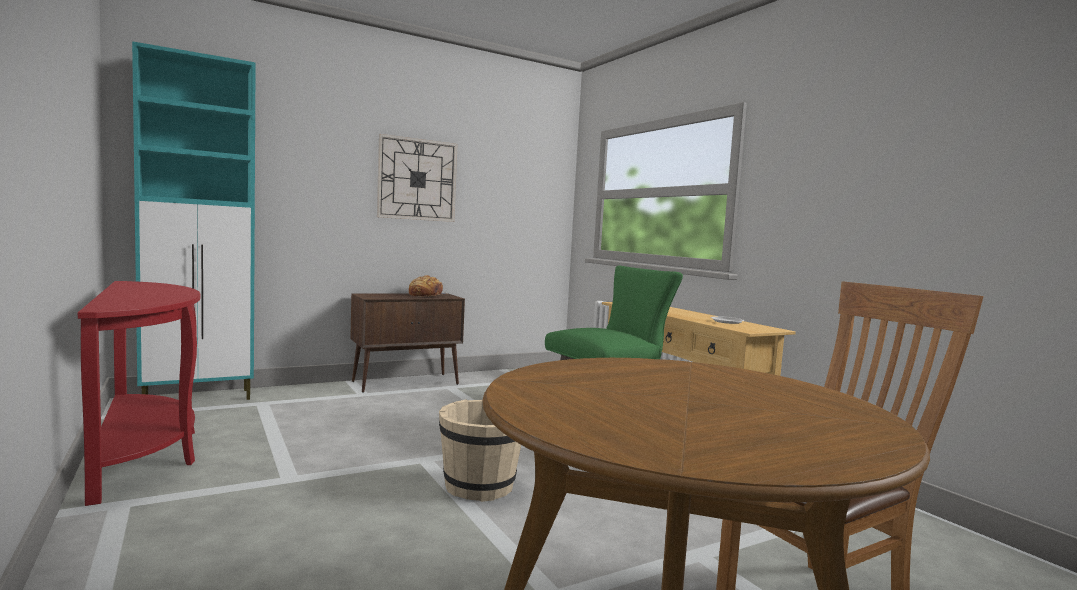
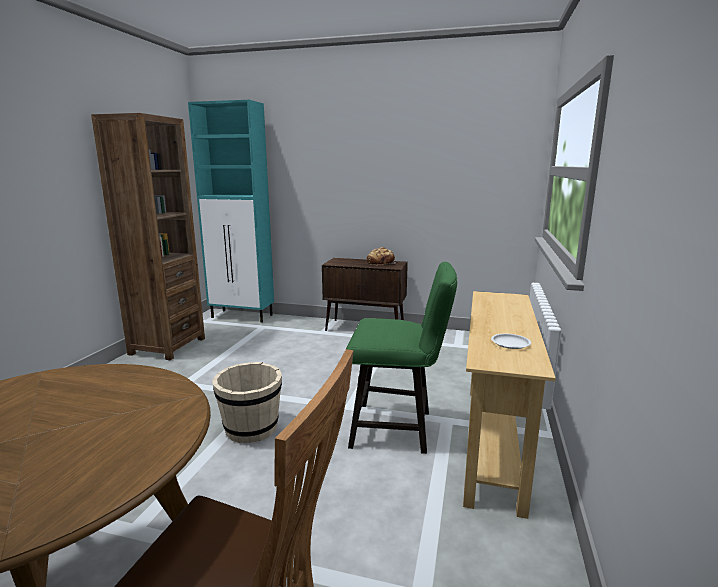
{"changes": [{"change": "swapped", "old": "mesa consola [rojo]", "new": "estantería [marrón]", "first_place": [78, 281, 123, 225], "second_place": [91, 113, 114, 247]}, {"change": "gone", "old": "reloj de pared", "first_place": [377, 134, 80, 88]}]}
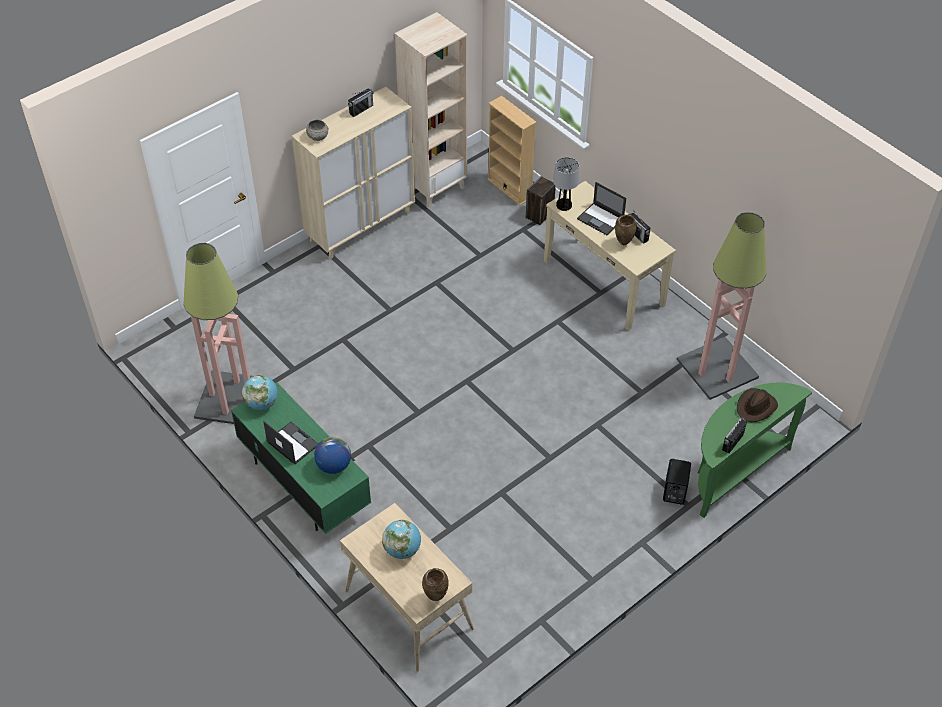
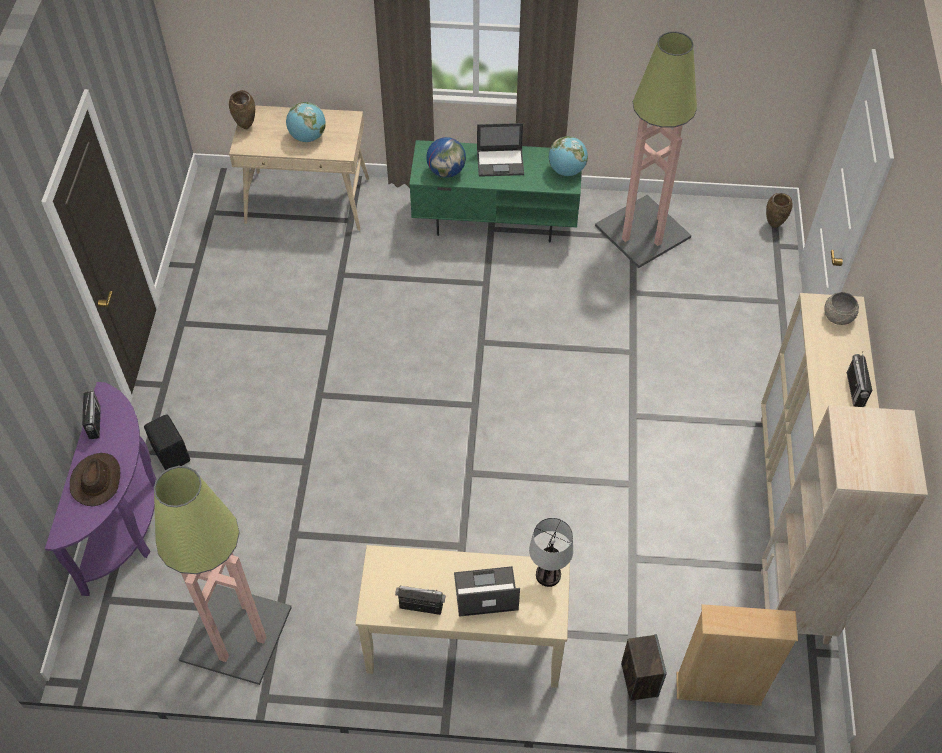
{"changes": [{"change": "shifted", "old": "florero [marrón]", "first_place": [615, 215, 22, 30], "second_place": [766, 193, 26, 35]}, {"change": "repainted", "old": "mesa consola [verde]", "new": "mesa consola [morado]", "first_place": [698, 382, 114, 136], "second_place": [45, 382, 111, 214]}]}
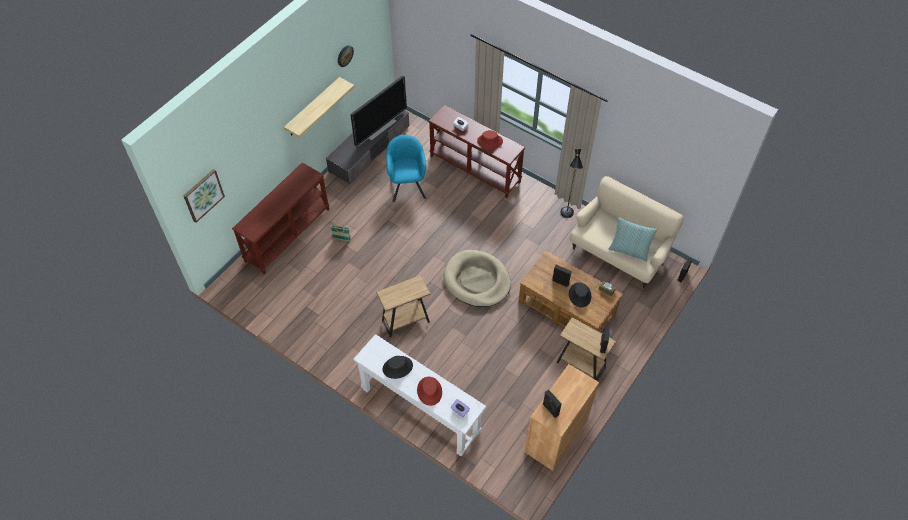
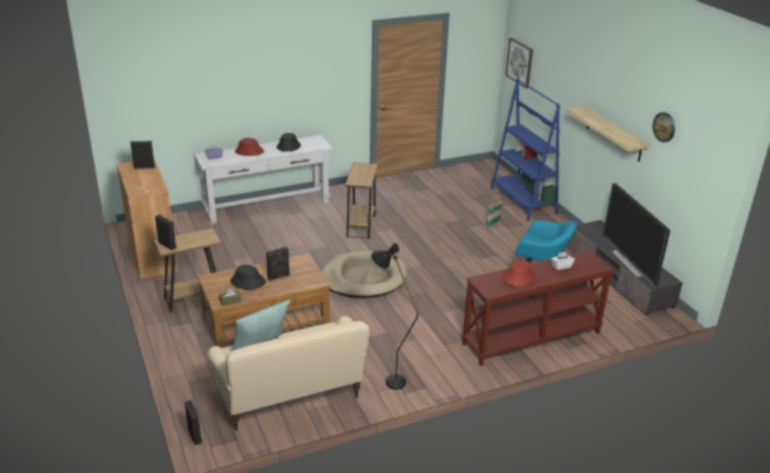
{"changes": [{"change": "swapped", "old": "mesa consola [marrón]", "new": "estantería [azul]", "first_place": [232, 162, 97, 112], "second_place": [490, 78, 70, 143]}]}
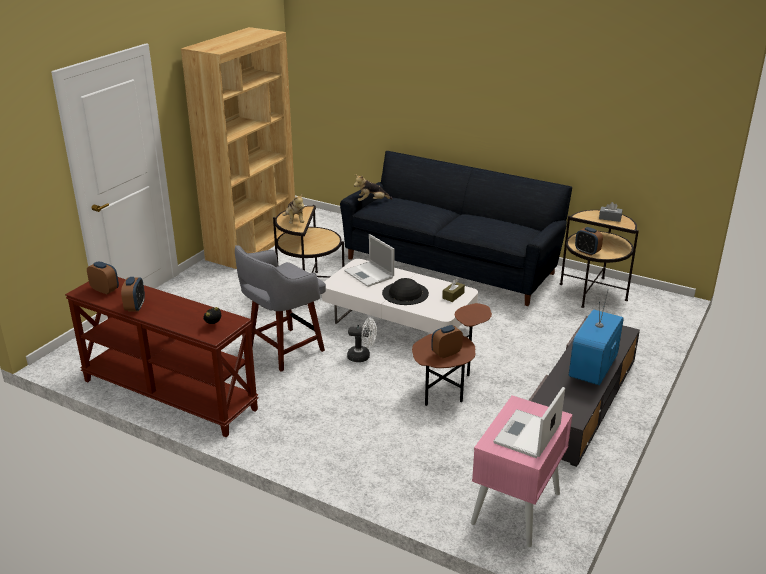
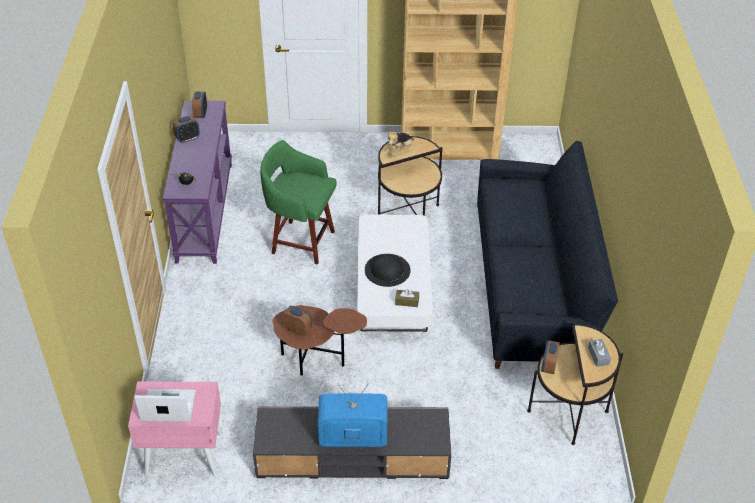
{"changes": [{"change": "repainted", "old": "mesa consola [marrón]", "new": "mesa consola [morado]", "first_place": [65, 277, 194, 160], "second_place": [162, 100, 70, 164]}, {"change": "repainted", "old": "taburete [gris]", "new": "taburete [verde]", "first_place": [235, 245, 91, 127], "second_place": [260, 140, 76, 125]}, {"change": "gone", "old": "portátil", "first_place": [344, 234, 50, 53]}, {"change": "gone", "old": "ventilador [blanco]", "first_place": [347, 318, 30, 44]}, {"change": "gone", "old": "peluche", "first_place": [354, 174, 39, 27]}]}
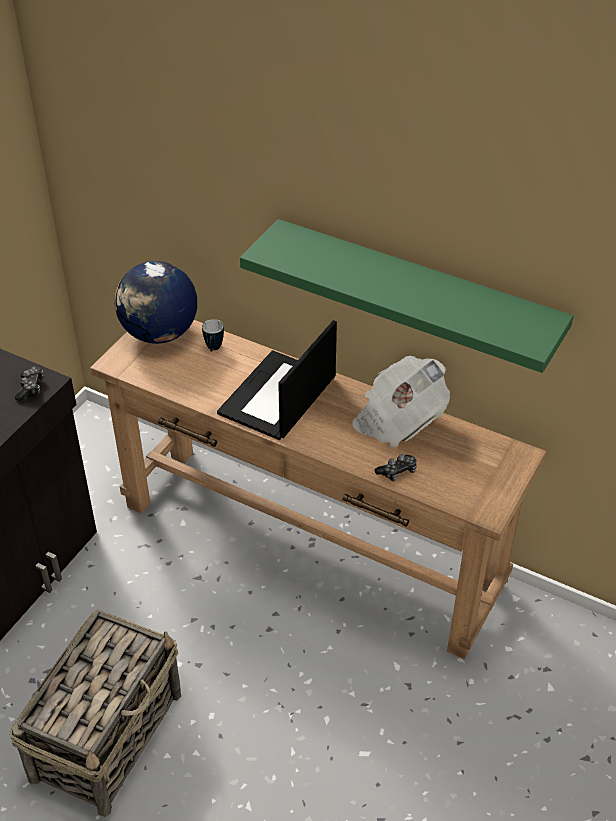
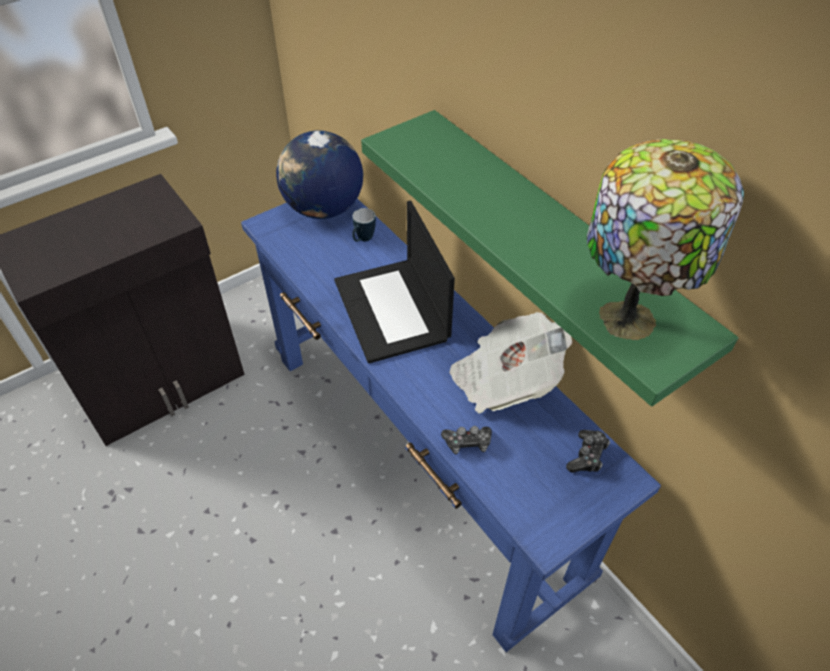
{"changes": [{"change": "gone", "old": "cesta", "first_place": [10, 609, 171, 208]}, {"change": "shifted", "old": "mando de consola", "first_place": [15, 366, 29, 35], "second_place": [566, 430, 44, 43]}, {"change": "repainted", "old": "mesa consola [marrón]", "new": "mesa consola [azul]", "first_place": [90, 320, 457, 339], "second_place": [241, 198, 420, 454]}, {"change": "rotated", "old": "portátil", "first_place": [217, 320, 120, 120], "second_place": [334, 201, 121, 163], "degrees": -75}, {"change": "new", "new": "lámpara de mesa", "second_place": [587, 139, 157, 201]}]}
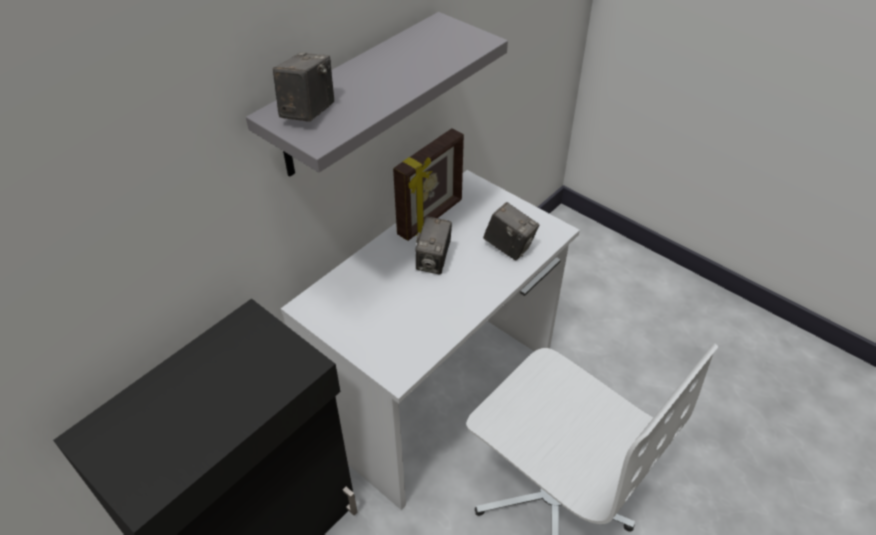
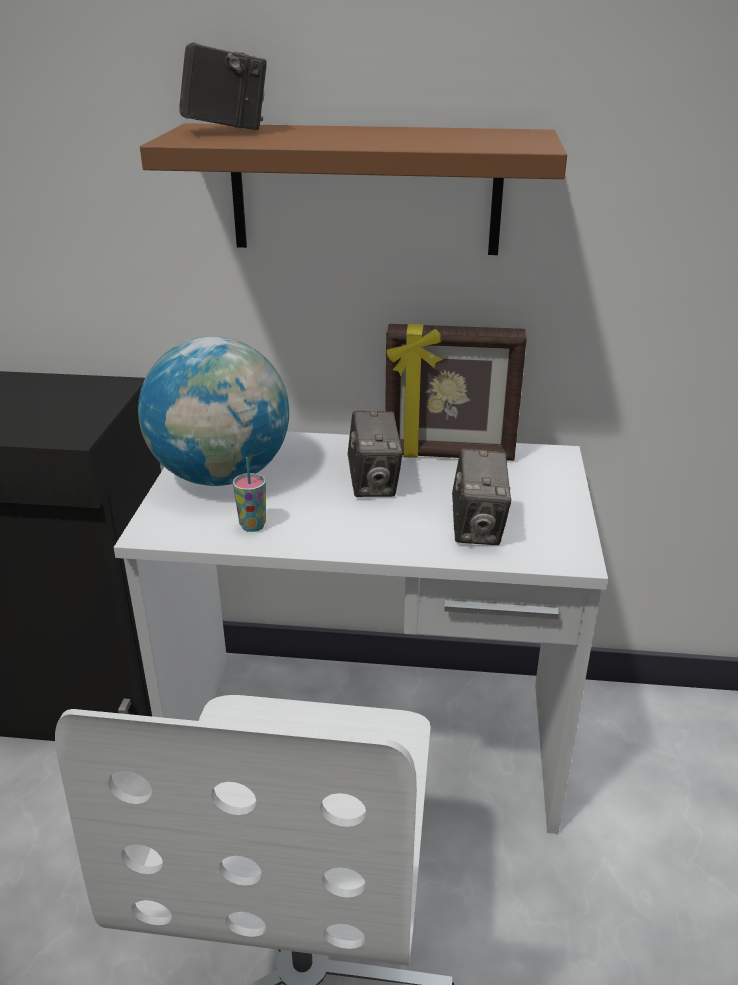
{"changes": [{"change": "repainted", "old": "estante [gris]", "new": "estante [marrón]", "first_place": [246, 12, 262, 165], "second_place": [140, 123, 427, 132]}, {"change": "rotated", "old": "cámara", "first_place": [415, 216, 37, 59], "second_place": [348, 411, 55, 86], "degrees": -75}, {"change": "new", "new": "globo terráqueo", "second_place": [138, 336, 151, 150]}, {"change": "new", "new": "taza", "second_place": [233, 457, 33, 75]}]}
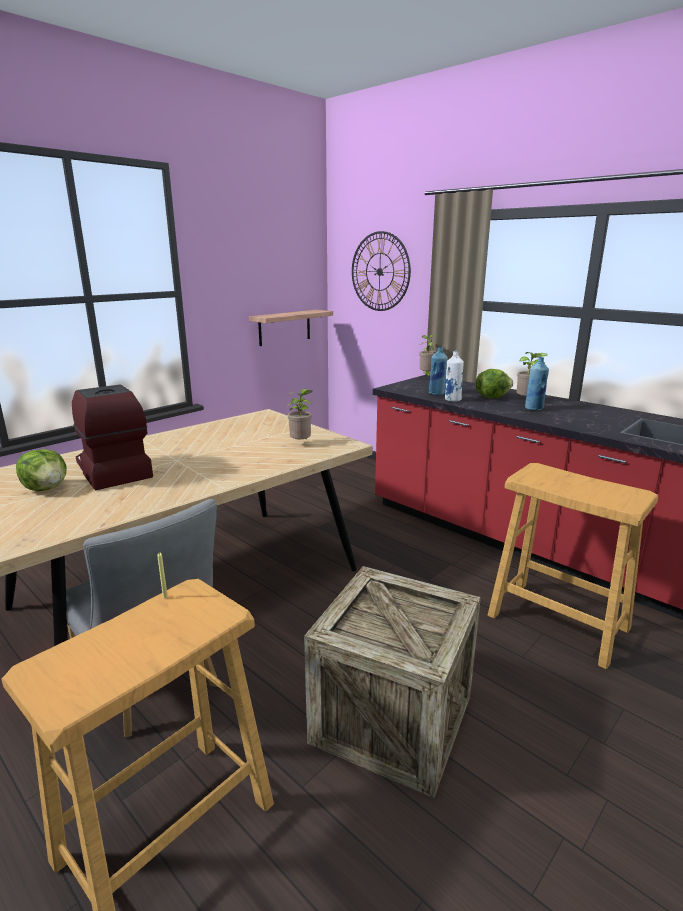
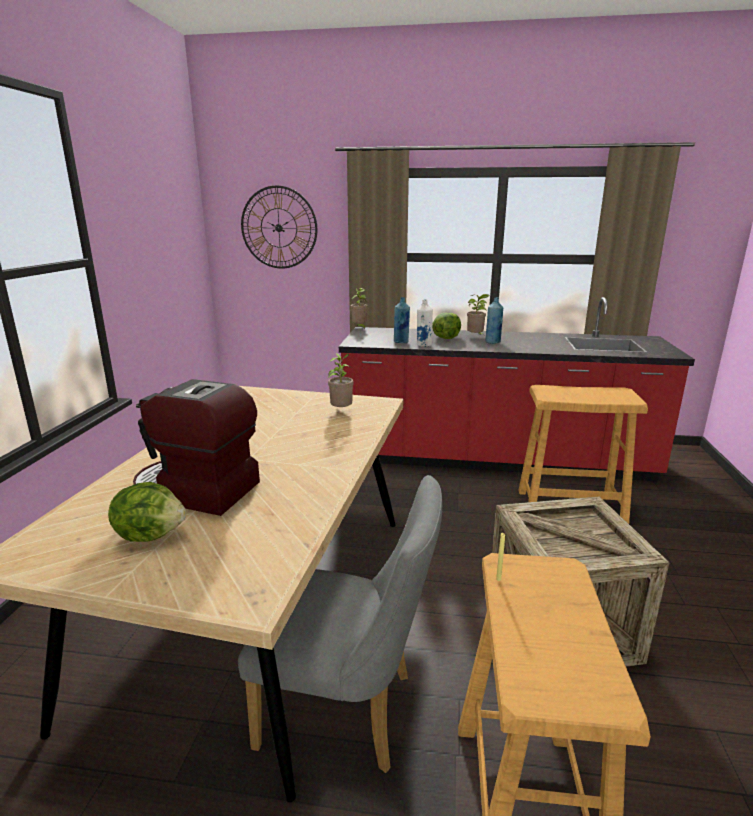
{"changes": [{"change": "gone", "old": "estante", "first_place": [249, 310, 84, 36]}]}
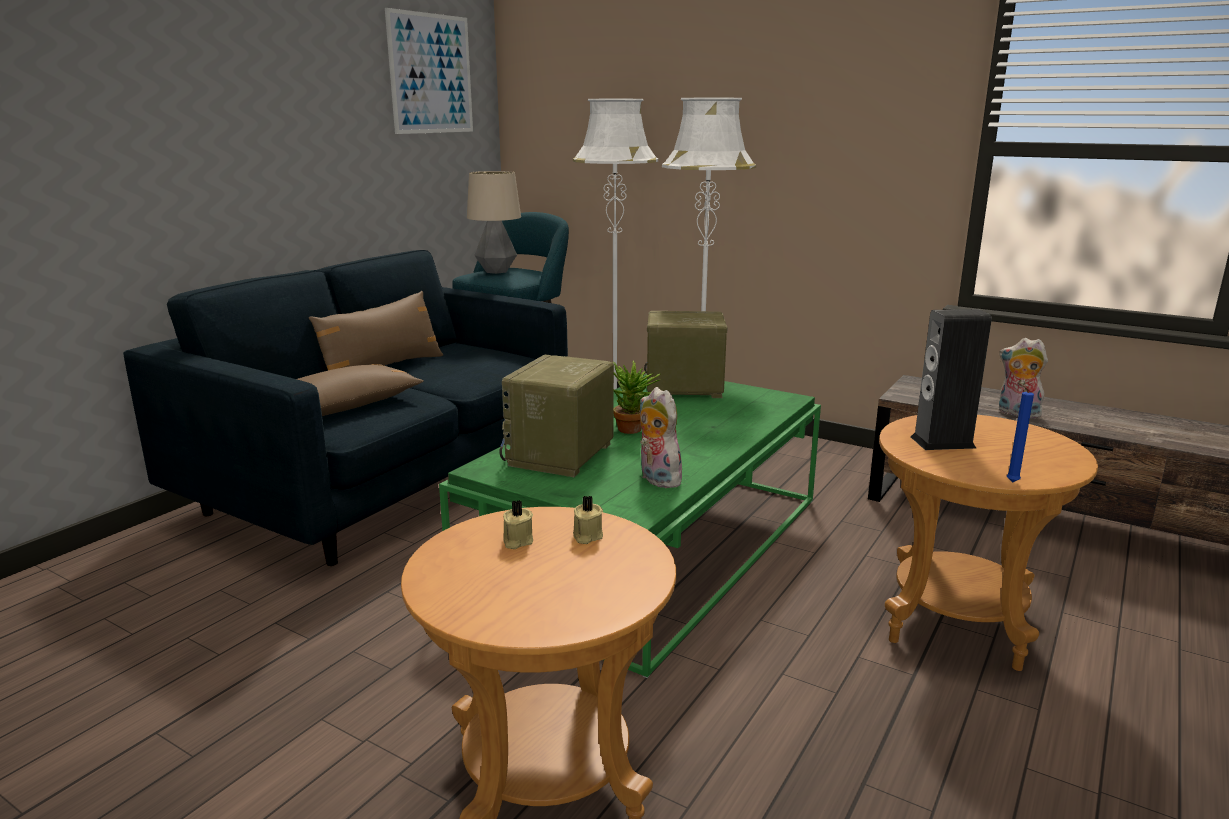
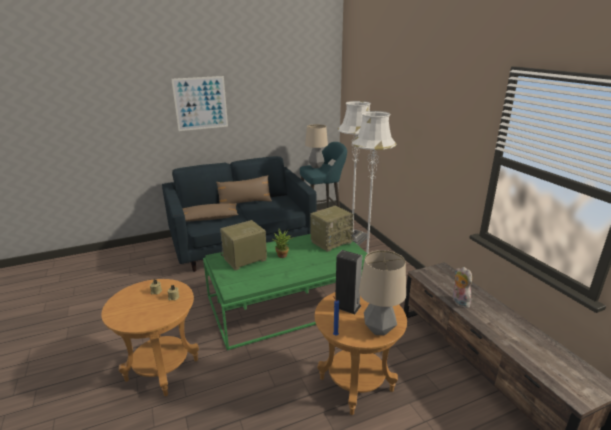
{"changes": [{"change": "shifted", "old": "cuadro", "first_place": [385, 8, 88, 126], "second_place": [171, 76, 57, 55]}, {"change": "gone", "old": "peluche", "first_place": [639, 387, 43, 101]}, {"change": "rotated", "old": "radio", "first_place": [644, 311, 83, 87], "second_place": [310, 206, 44, 46], "degrees": 105}, {"change": "new", "new": "lámpara de mesa", "second_place": [359, 250, 47, 85]}]}
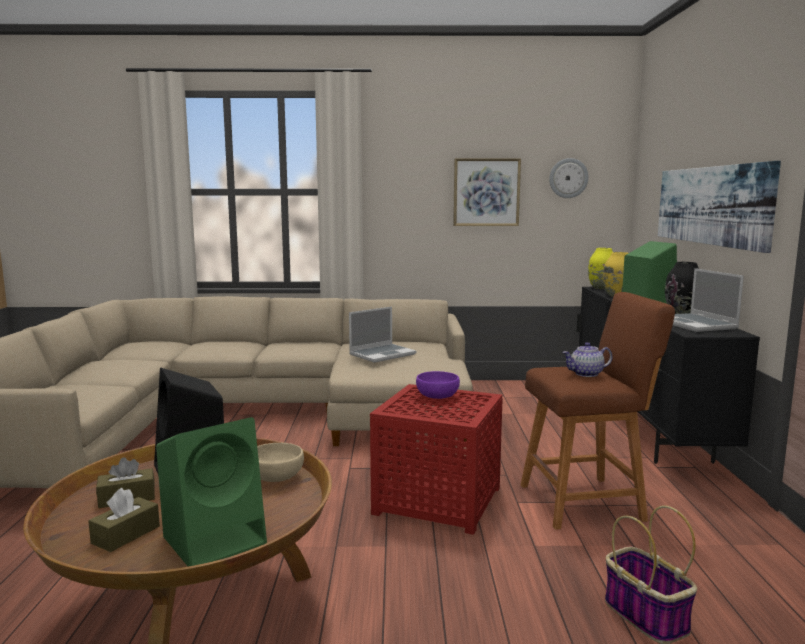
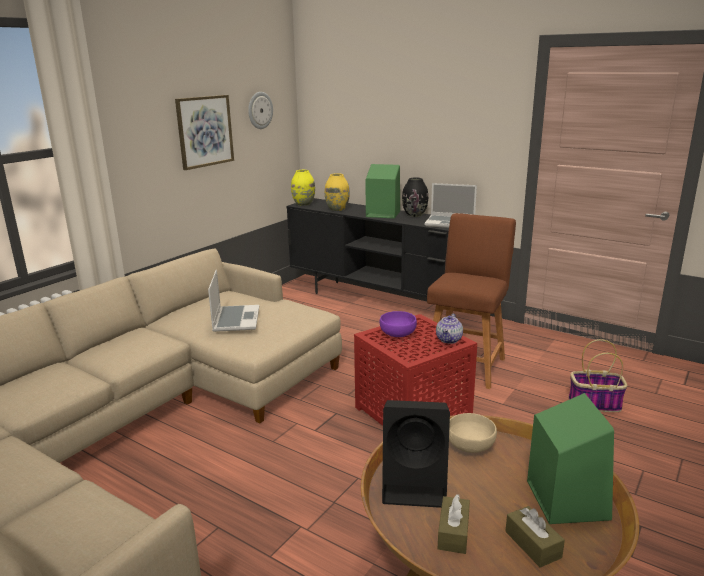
{"changes": [{"change": "shifted", "old": "tetera", "first_place": [562, 342, 51, 35], "second_place": [436, 314, 27, 30]}, {"change": "gone", "old": "cuadro", "first_place": [658, 161, 123, 92]}]}
